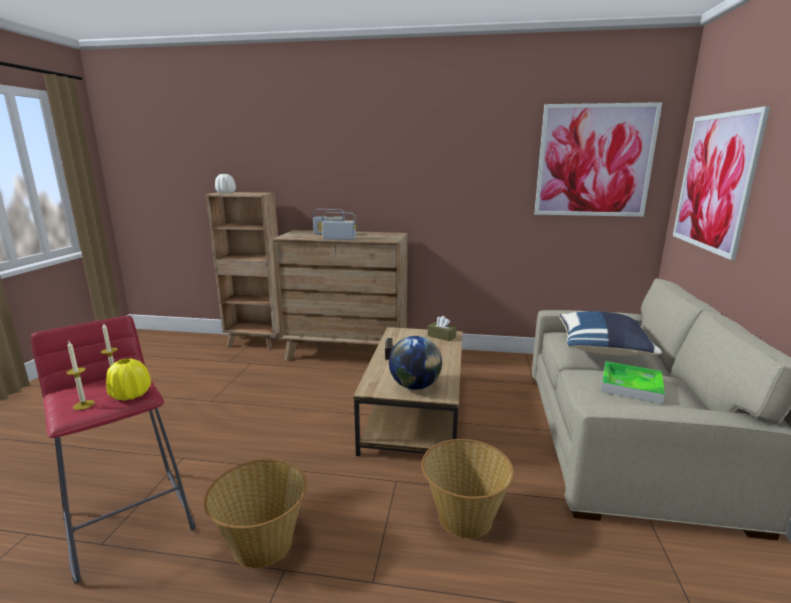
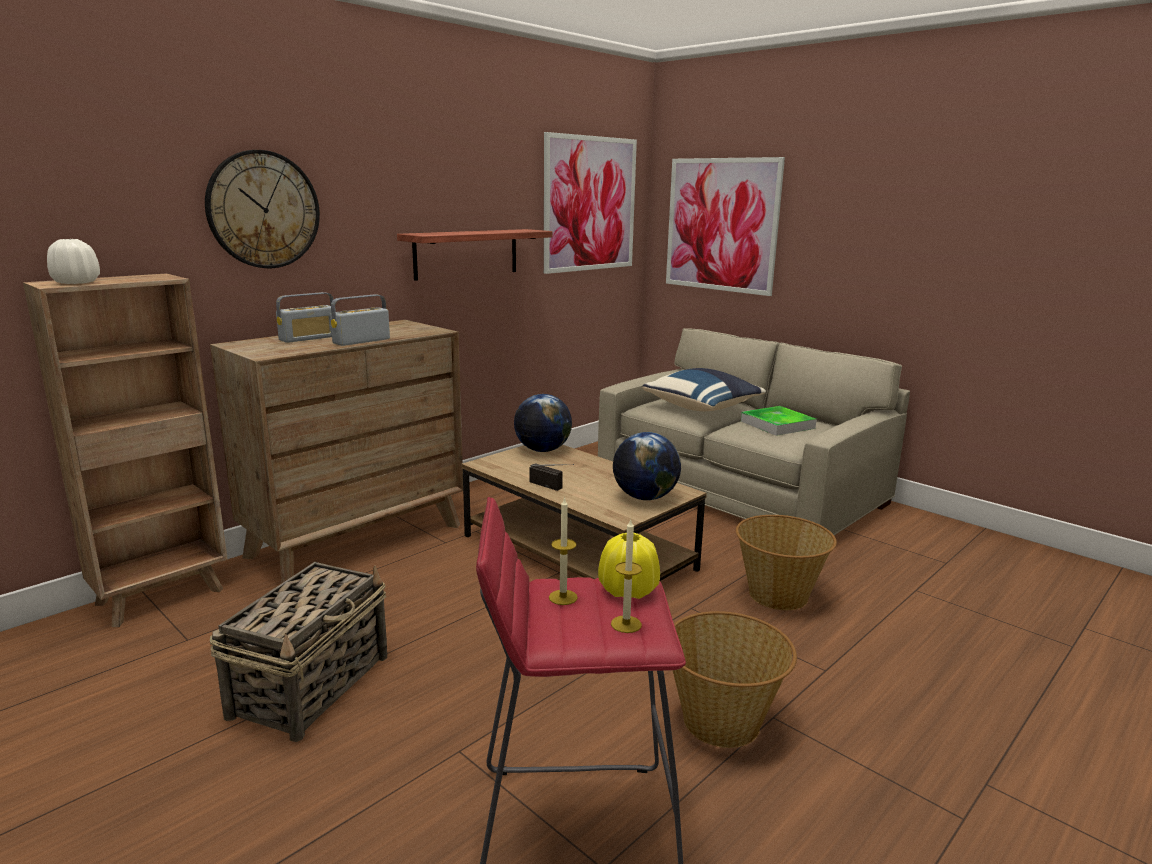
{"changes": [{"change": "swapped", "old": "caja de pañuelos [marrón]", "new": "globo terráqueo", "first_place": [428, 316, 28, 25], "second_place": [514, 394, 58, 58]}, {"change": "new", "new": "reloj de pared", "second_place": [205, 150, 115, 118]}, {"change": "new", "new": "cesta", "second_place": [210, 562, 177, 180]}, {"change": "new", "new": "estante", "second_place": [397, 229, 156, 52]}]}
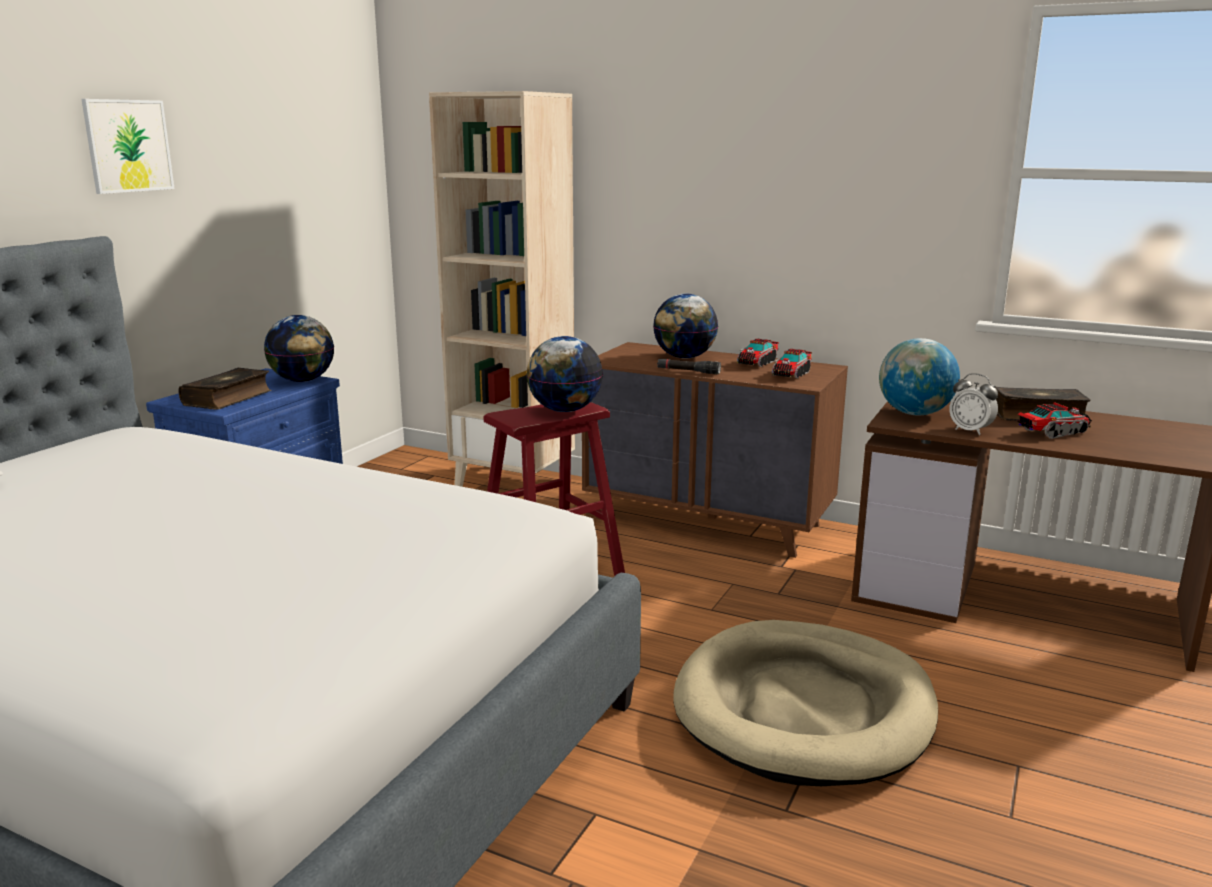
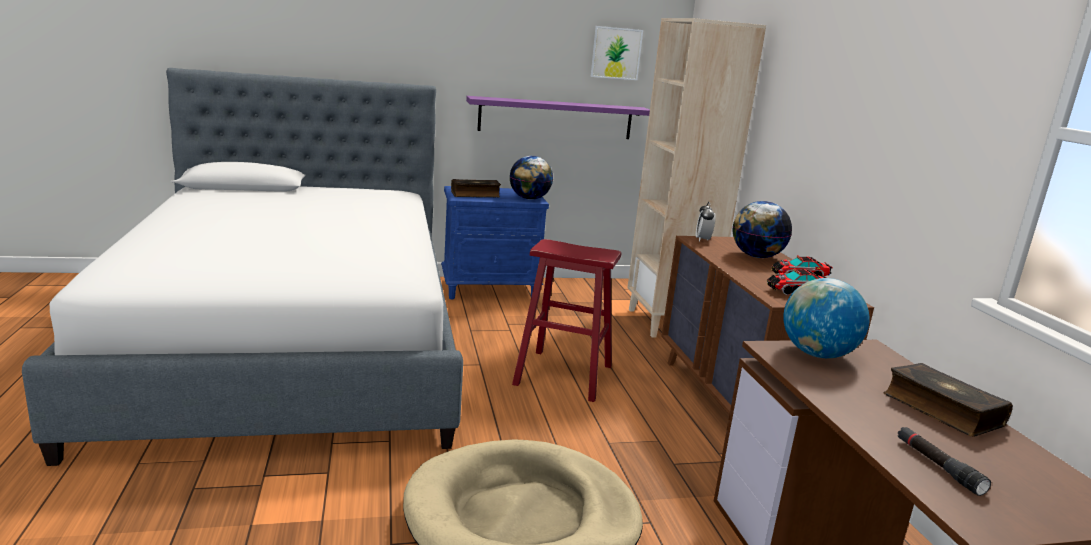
{"changes": [{"change": "shifted", "old": "cuadro", "first_place": [81, 99, 94, 95], "second_place": [591, 26, 52, 54]}, {"change": "gone", "old": "globo terráqueo", "first_place": [526, 336, 77, 76]}, {"change": "shifted", "old": "linterna [negro]", "first_place": [657, 359, 64, 15], "second_place": [898, 427, 93, 69]}, {"change": "shifted", "old": "despertador", "first_place": [949, 373, 49, 62], "second_place": [696, 202, 20, 40]}, {"change": "gone", "old": "camión de juguete", "first_place": [1017, 402, 75, 37]}, {"change": "new", "new": "estante [morado]", "second_place": [466, 96, 184, 43]}]}
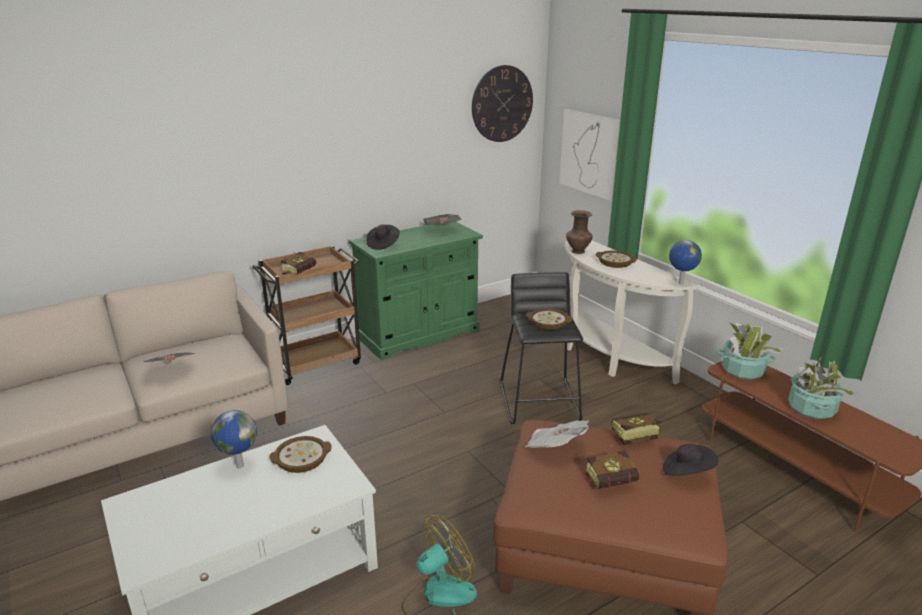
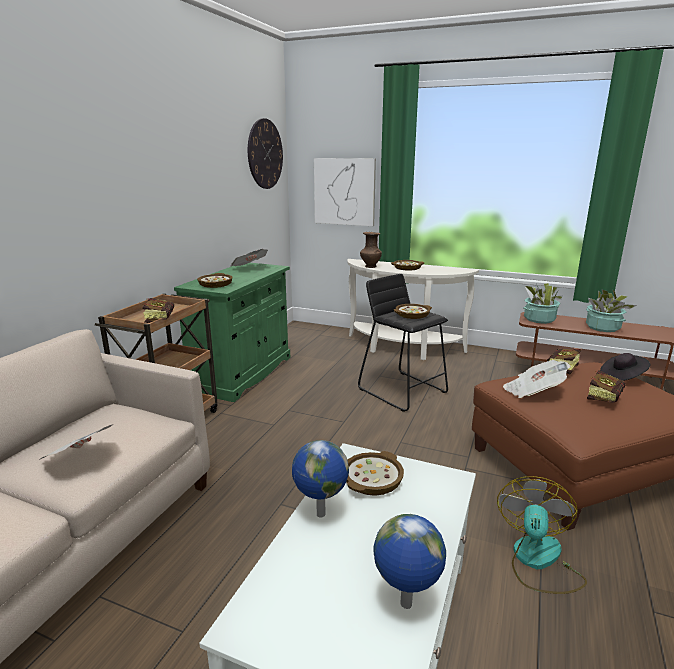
{"changes": [{"change": "swapped", "old": "sombrero [negro]", "new": "cuenco", "first_place": [366, 224, 34, 26], "second_place": [197, 273, 35, 15]}, {"change": "shifted", "old": "globo terráqueo", "first_place": [669, 240, 33, 44], "second_place": [373, 514, 73, 95]}]}
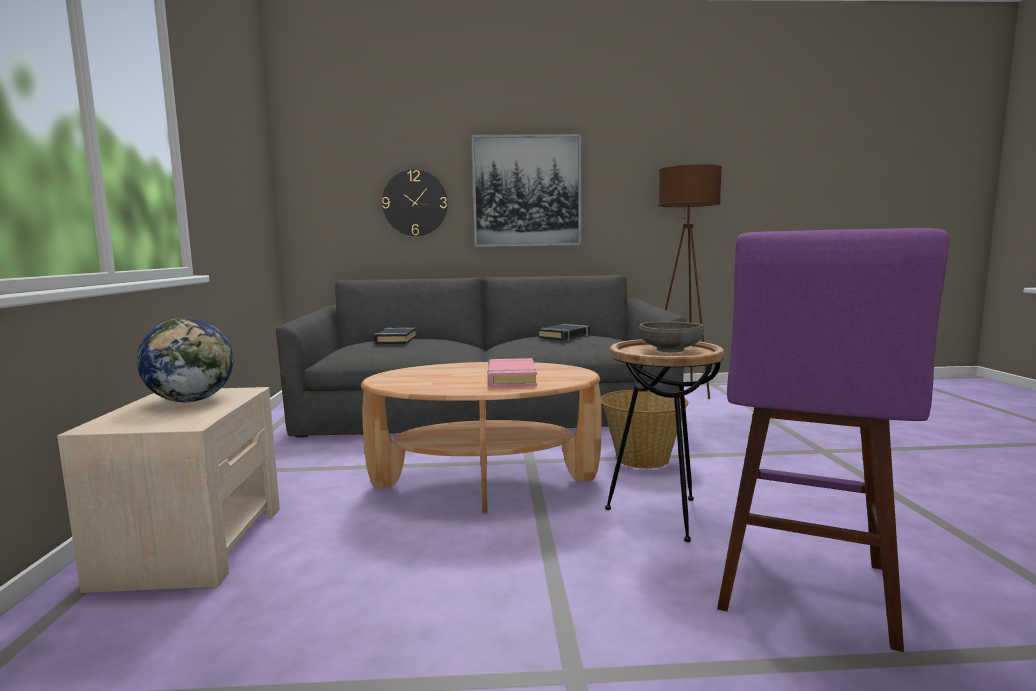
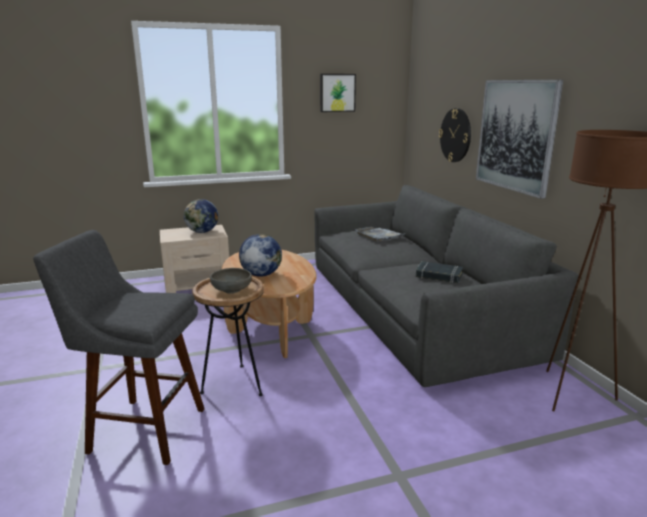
{"changes": [{"change": "swapped", "old": "libro [negro]", "new": "bandeja [gris]", "first_place": [374, 328, 43, 16], "second_place": [355, 227, 51, 14]}, {"change": "swapped", "old": "libro [rosa]", "new": "globo terráqueo", "first_place": [487, 358, 50, 29], "second_place": [239, 234, 43, 43]}, {"change": "gone", "old": "cesta", "first_place": [601, 390, 87, 79]}, {"change": "repainted", "old": "taburete [morado]", "new": "taburete [gris]", "first_place": [717, 228, 233, 424], "second_place": [33, 230, 171, 235]}, {"change": "new", "new": "cuadro", "second_place": [320, 74, 36, 38]}]}
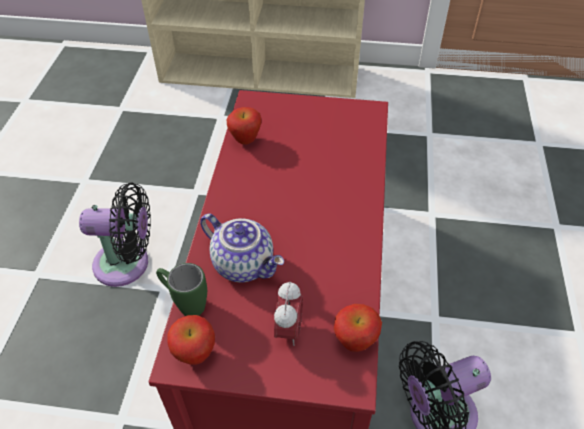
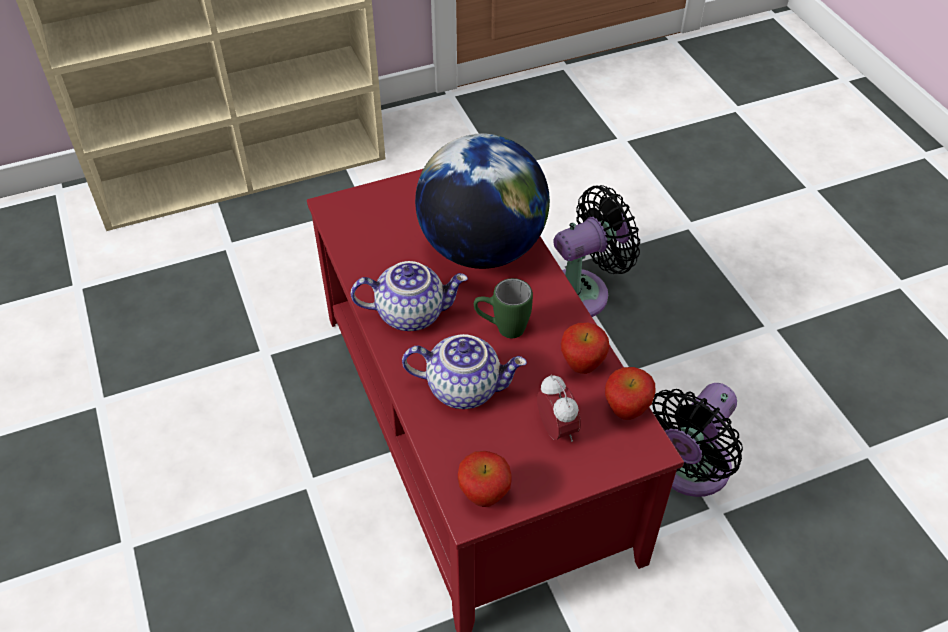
{"changes": [{"change": "shifted", "old": "ventilador [negro]", "first_place": [79, 183, 72, 104], "second_place": [553, 185, 87, 132]}, {"change": "shifted", "old": "taza grande [verde]", "first_place": [156, 263, 51, 53], "second_place": [474, 278, 59, 60]}, {"change": "shifted", "old": "manzana", "first_place": [227, 107, 35, 38], "second_place": [561, 323, 48, 51]}, {"change": "new", "new": "tetera", "second_place": [351, 261, 117, 70]}, {"change": "new", "new": "globo terráqueo", "second_place": [415, 133, 135, 136]}]}
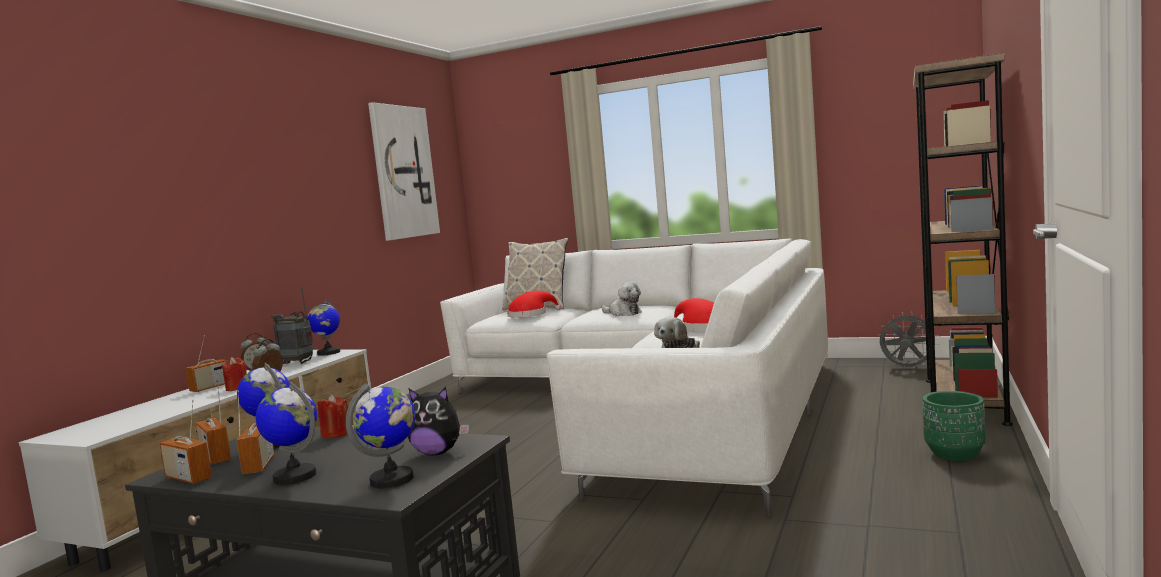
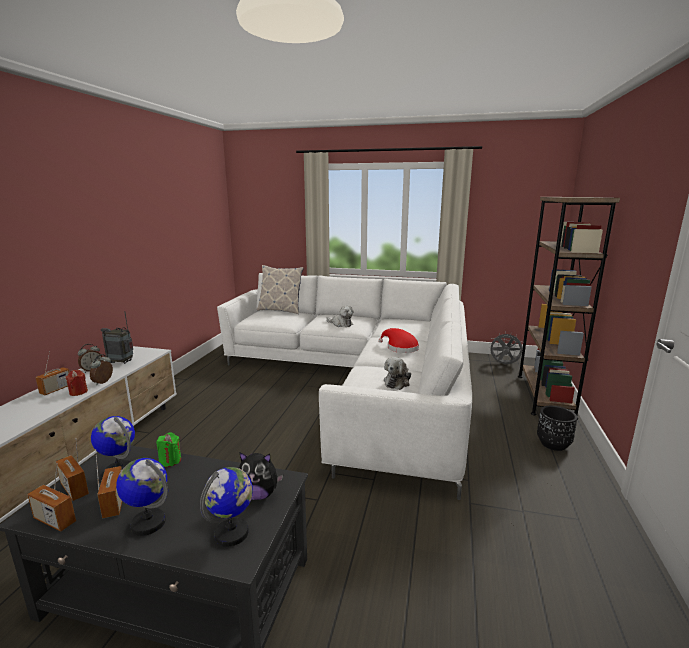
{"changes": [{"change": "gone", "old": "globo terráqueo", "first_place": [307, 299, 33, 57]}, {"change": "repainted", "old": "vela [rojo]", "new": "vela [verde]", "first_place": [318, 394, 30, 44], "second_place": [156, 432, 25, 35]}, {"change": "gone", "old": "cuadro", "first_place": [368, 102, 72, 139]}, {"change": "gone", "old": "sombrero [rojo]", "first_place": [507, 291, 54, 27]}, {"change": "repainted", "old": "maceta [verde]", "new": "maceta [negro]", "first_place": [922, 391, 63, 70], "second_place": [537, 406, 40, 45]}]}
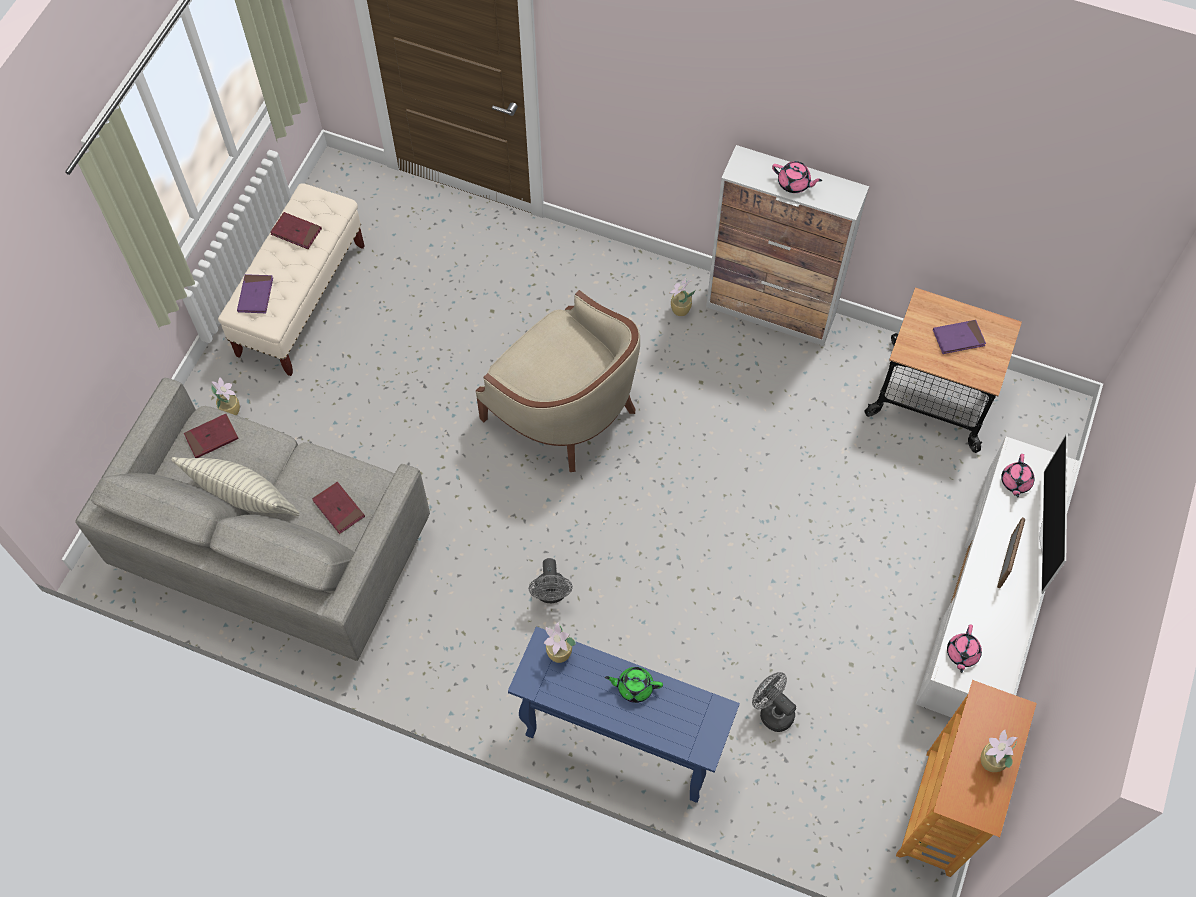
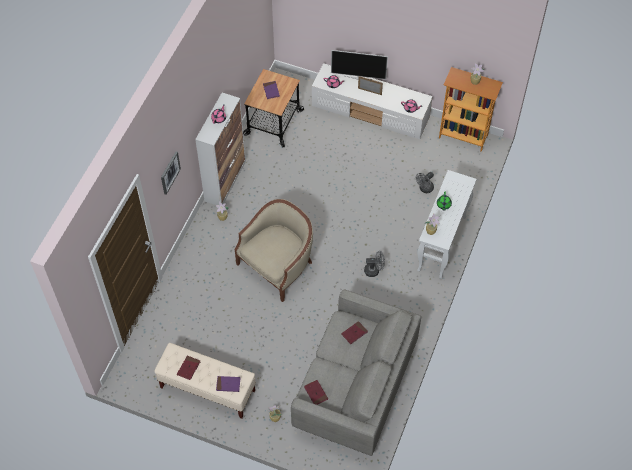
{"changes": [{"change": "gone", "old": "cojín", "first_place": [171, 457, 129, 59]}, {"change": "repainted", "old": "mesa consola [azul]", "new": "mesa consola [blanco]", "first_place": [508, 627, 232, 176], "second_place": [417, 170, 59, 109]}, {"change": "new", "new": "cuadro", "second_place": [161, 151, 20, 44]}]}
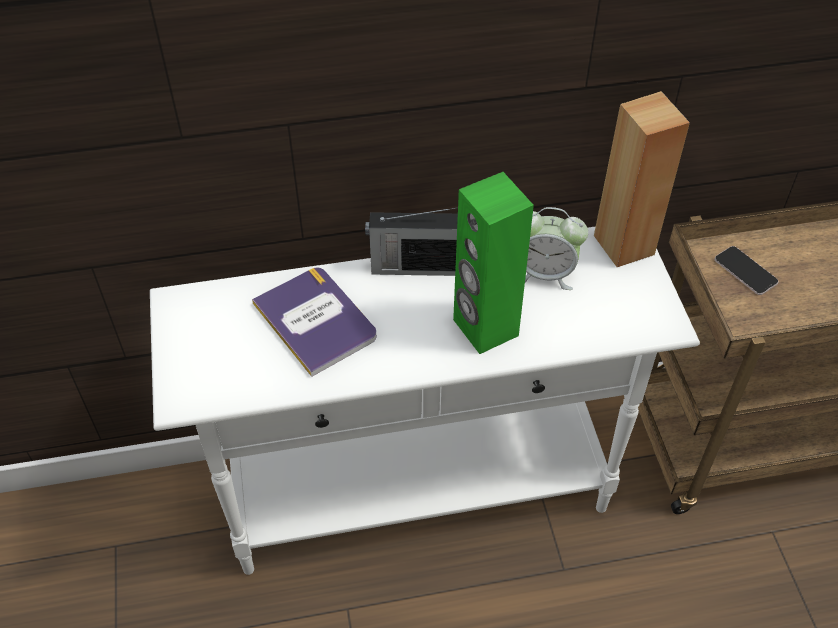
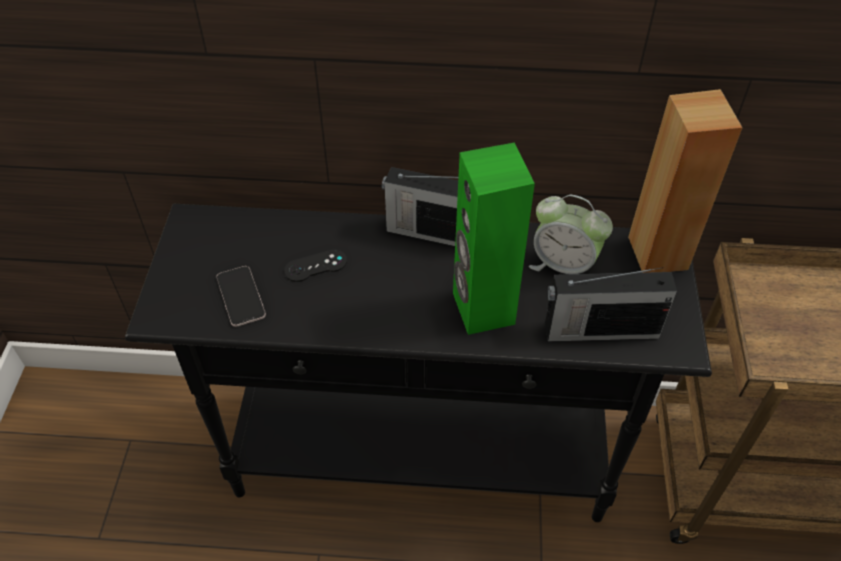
{"changes": [{"change": "repainted", "old": "mesa consola [blanco]", "new": "mesa consola [negro]", "first_place": [150, 226, 550, 349], "second_place": [125, 204, 587, 318]}, {"change": "swapped", "old": "libro", "new": "mando de consola [negro]", "first_place": [252, 267, 125, 110], "second_place": [284, 249, 63, 33]}, {"change": "shifted", "old": "móvil", "first_place": [714, 246, 65, 49], "second_place": [216, 266, 50, 61]}, {"change": "new", "new": "radio", "second_place": [545, 267, 132, 74]}]}
